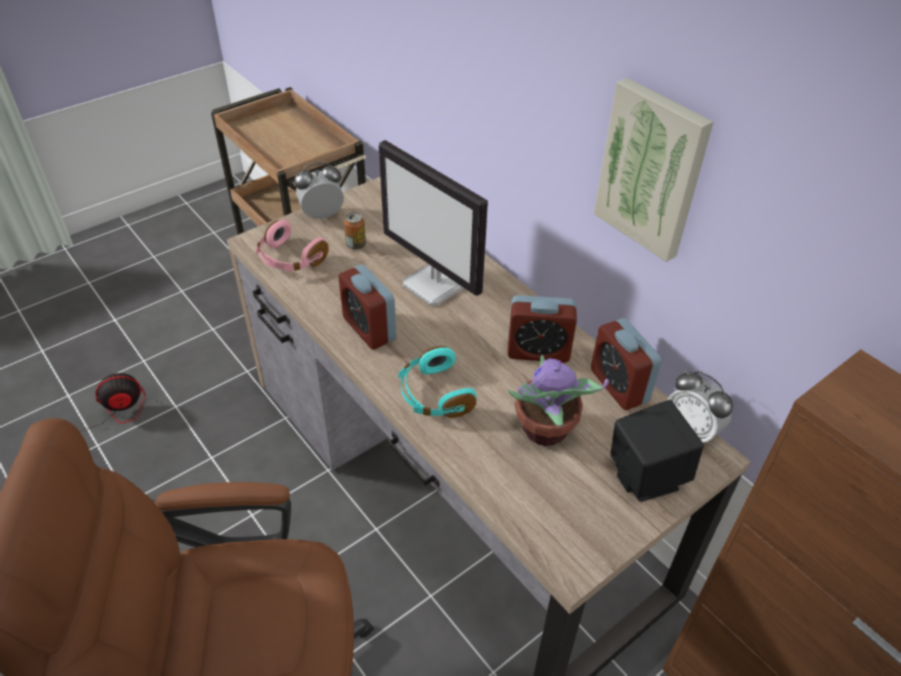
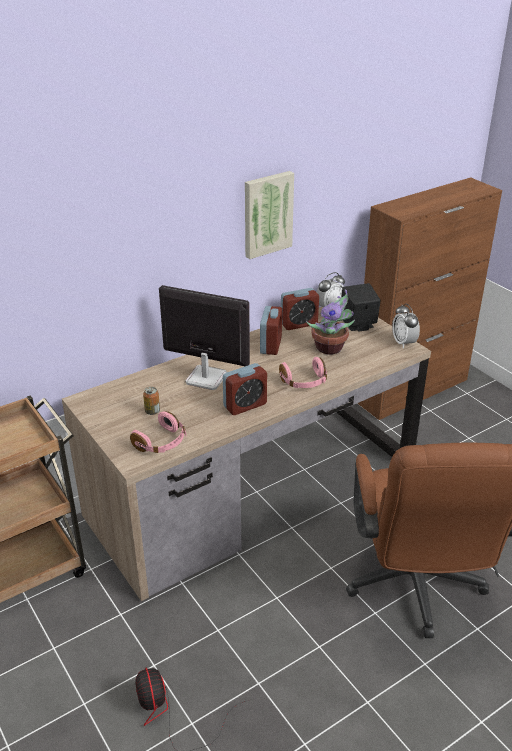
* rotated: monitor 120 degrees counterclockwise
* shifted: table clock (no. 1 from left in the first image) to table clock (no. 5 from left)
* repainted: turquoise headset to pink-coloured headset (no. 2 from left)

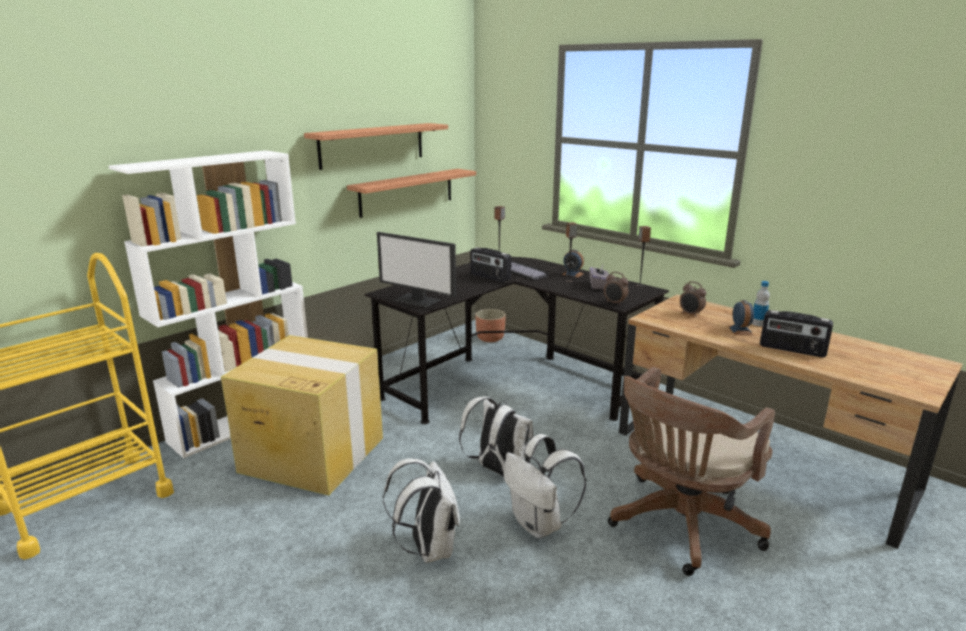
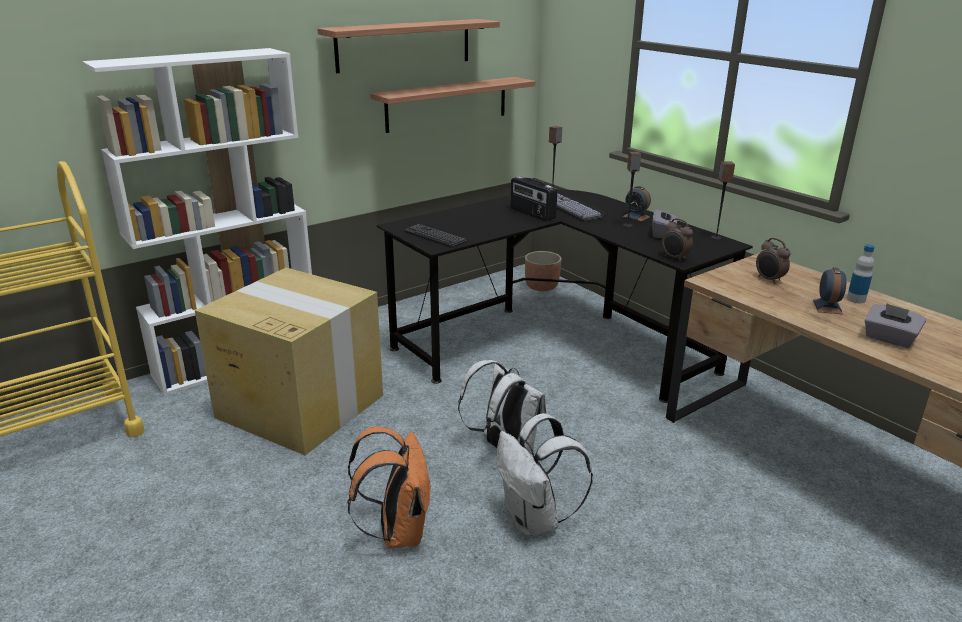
* swapped: monitor to computer keyboard (no. 1 from left)
* swapped: radio set (no. 2 from left) to greyish tissue box (no. 2 from left)
* gone: brown desk chair
* repainted: white-coloured rucksack (no. 1 from left) to orange-coloured rucksack

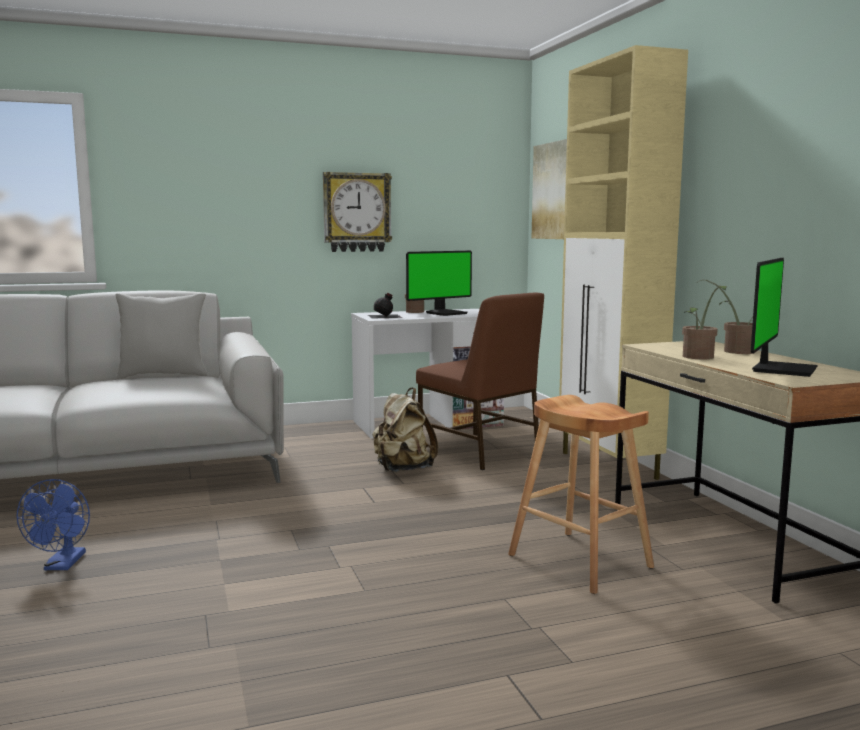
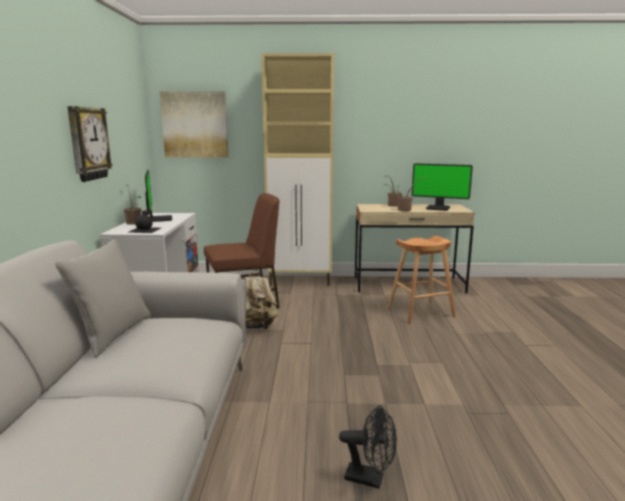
* rotated: monitor (no. 2 from left) 150 degrees clockwise
* repainted: blue electric fan to black-coloured electric fan

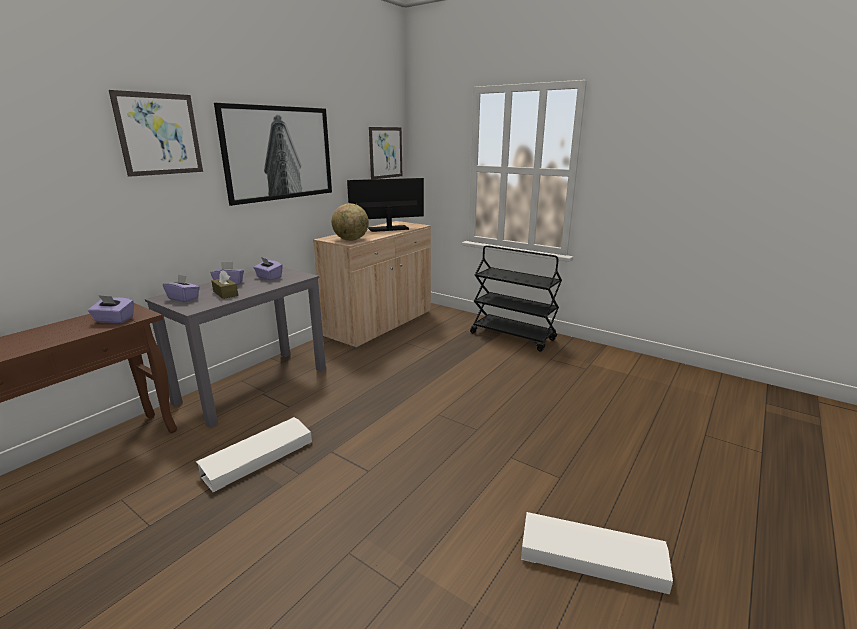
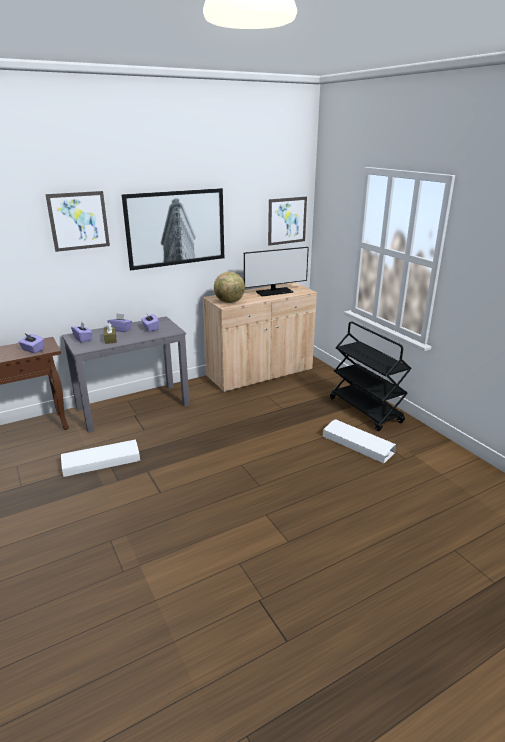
* rotated: monitor 150 degrees clockwise
* shifted: white-coloured storage bin (no. 2 from left)

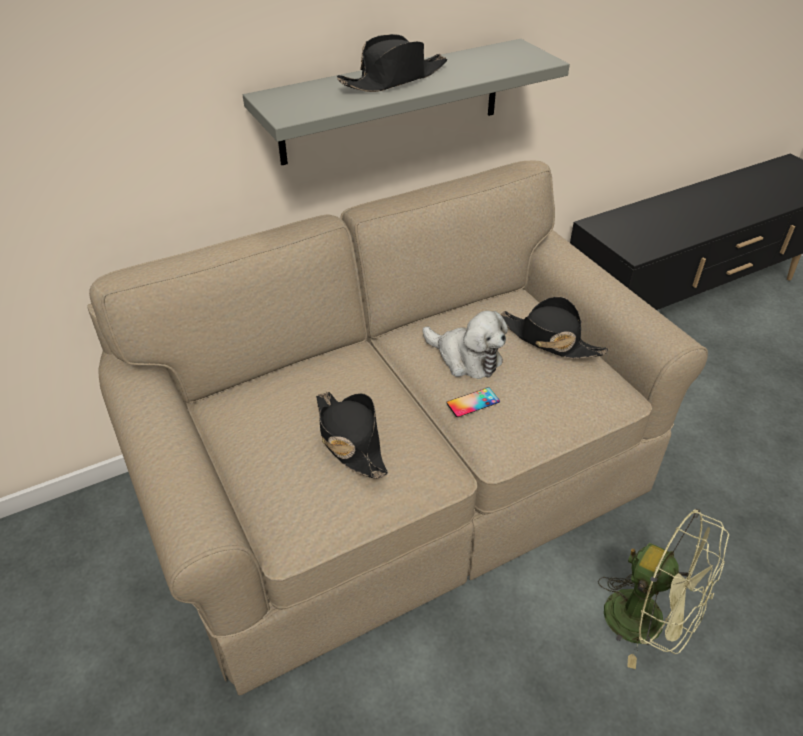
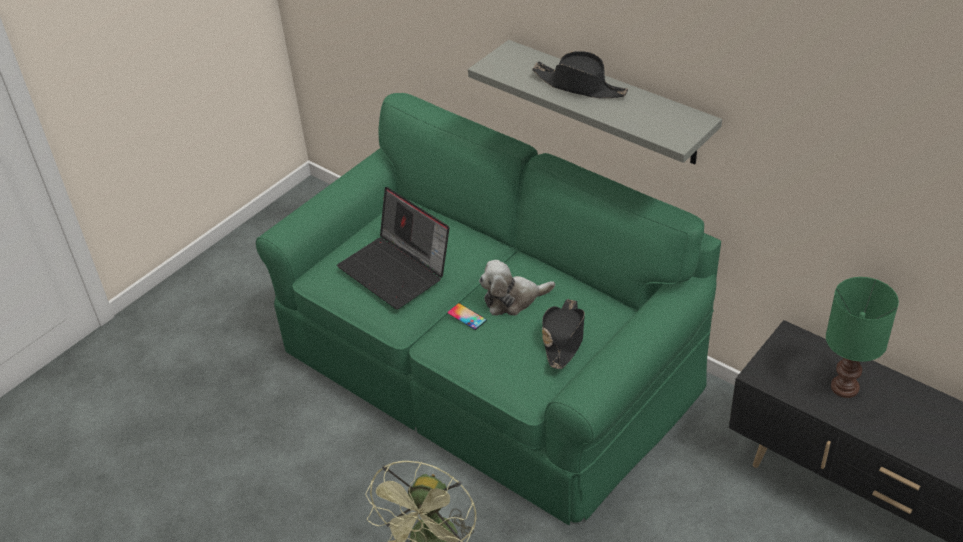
* repainted: beige settee to green-coloured settee
* rotated: plush toy 60 degrees clockwise
* swapped: black-coloured wearable hat (no. 1 from left) to portable computer
* new: green-coloured lamp for a table

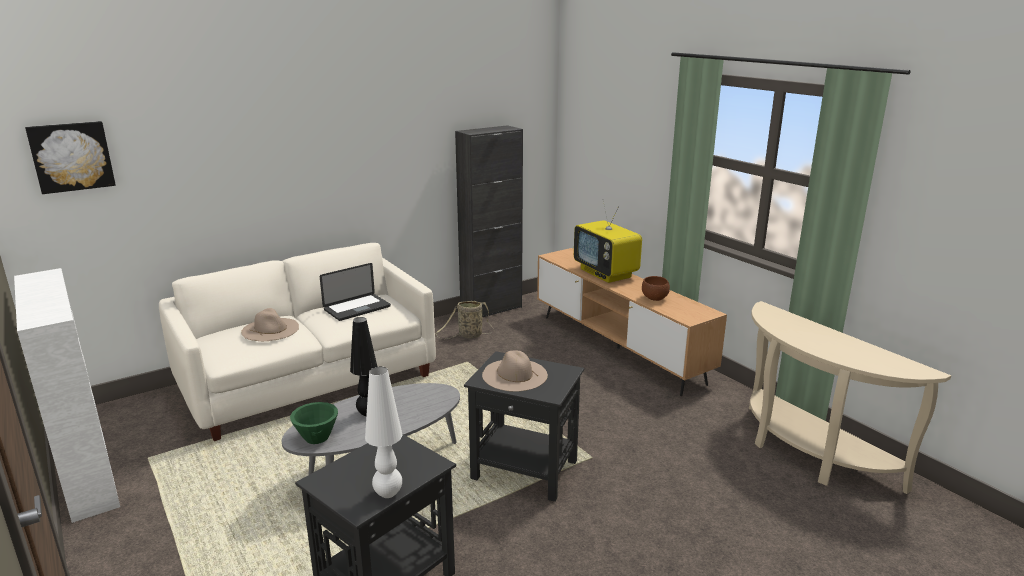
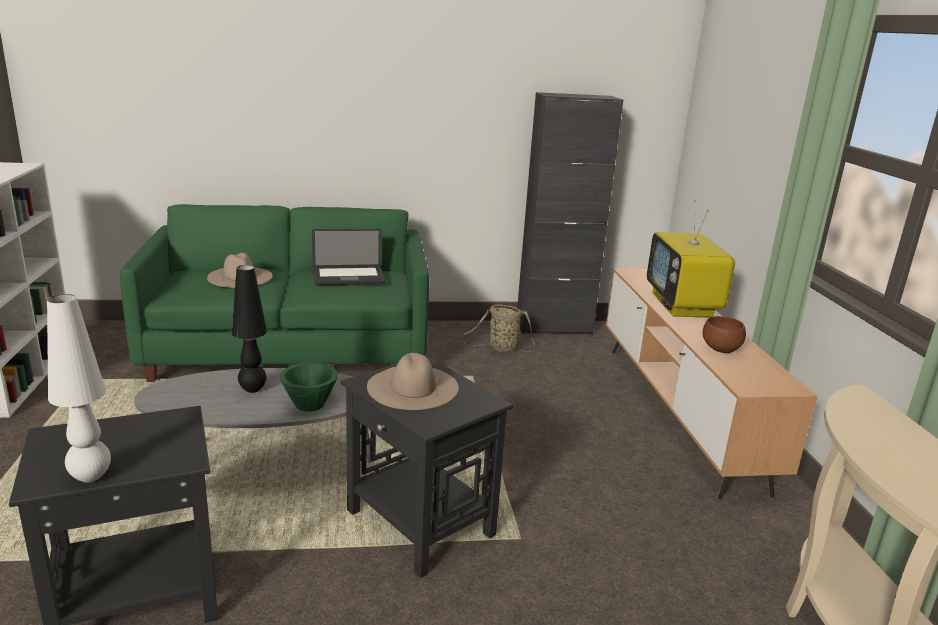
* gone: picture
* repainted: white-coloured settee to green-coloured settee
* shifted: green-coloured bowl

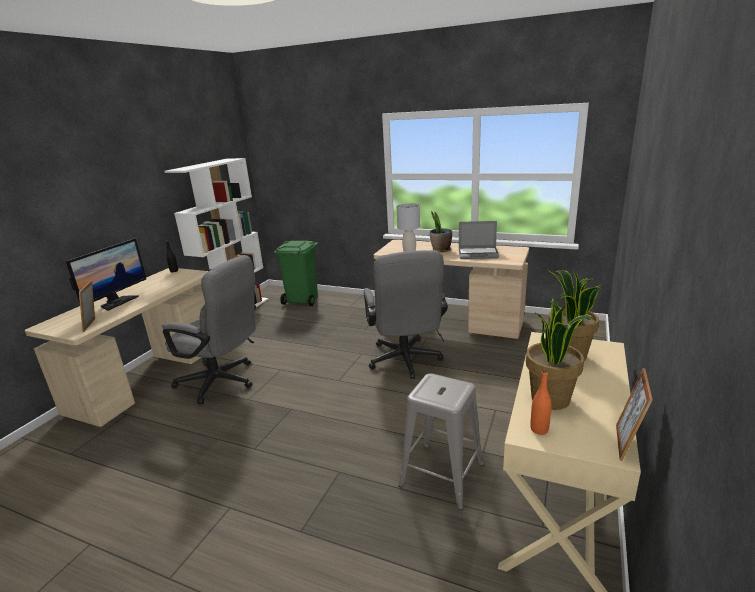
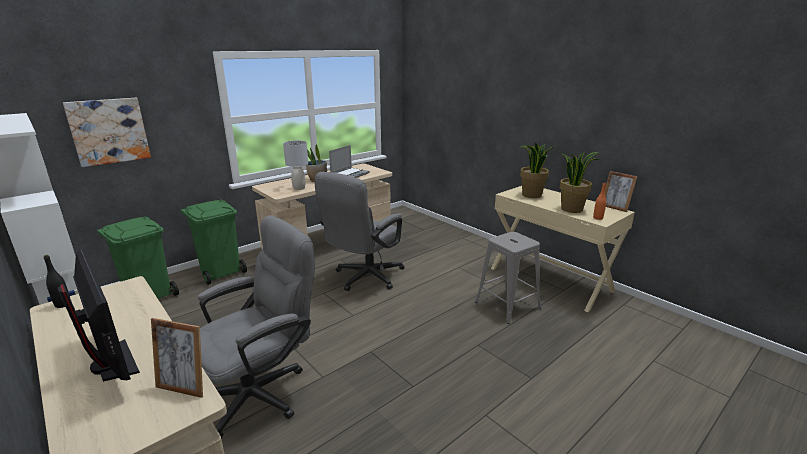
* rotated: greyish desk chair (no. 2 from left) 105 degrees clockwise
* new: picture
* new: green-coloured trash can (no. 2 from left)

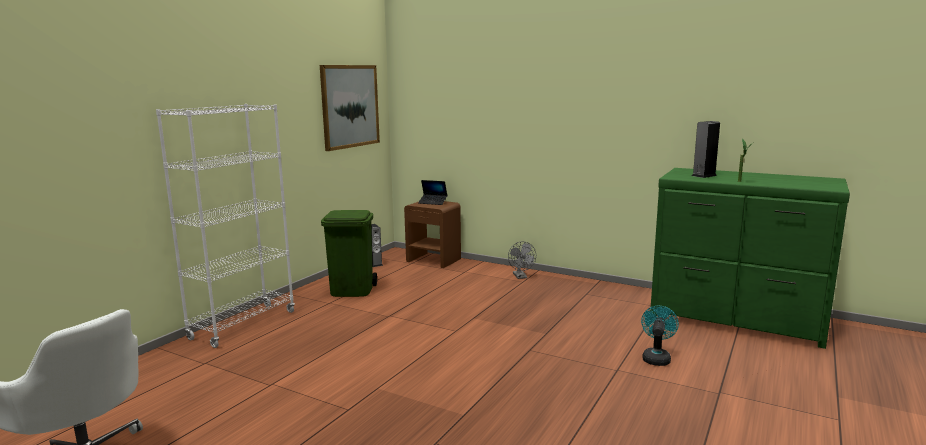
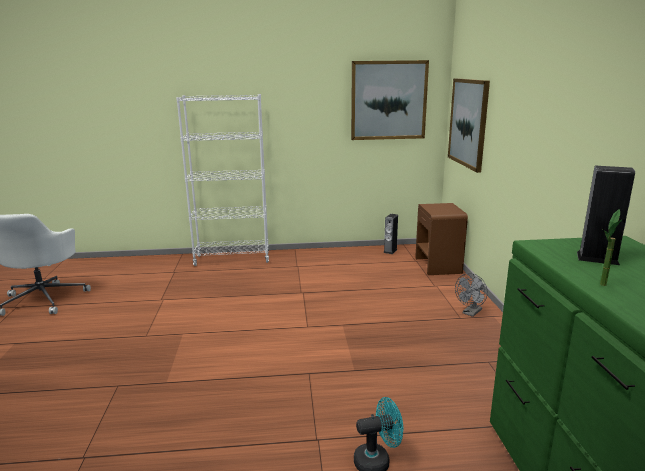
* gone: portable computer
* gone: green-coloured trash can
* new: picture (no. 2 from left)

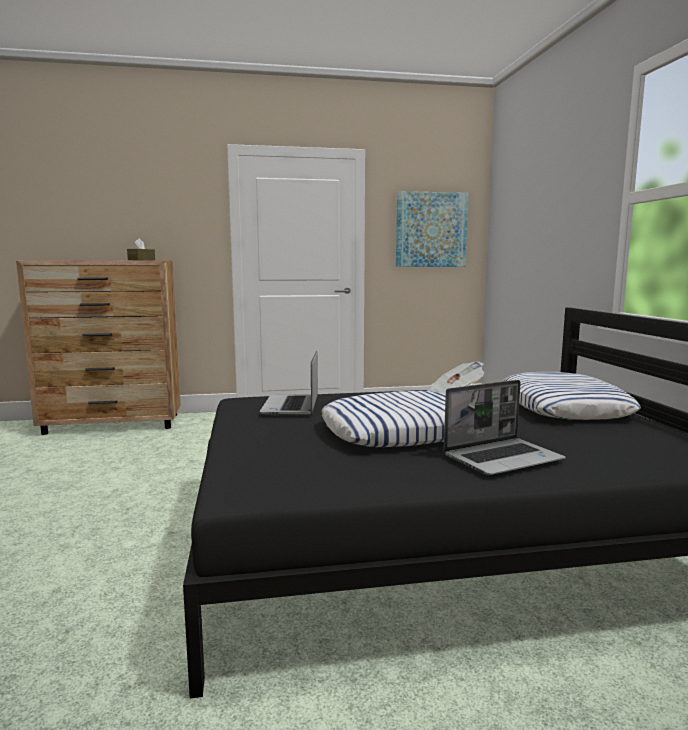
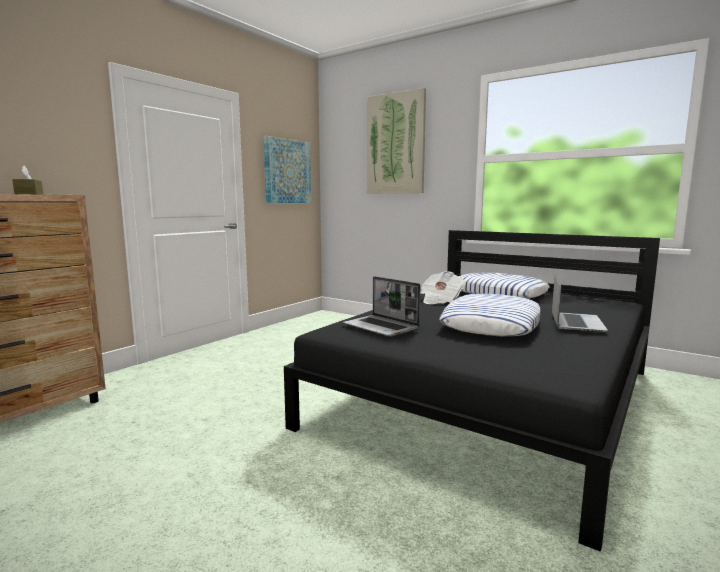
* new: picture (no. 2 from left)

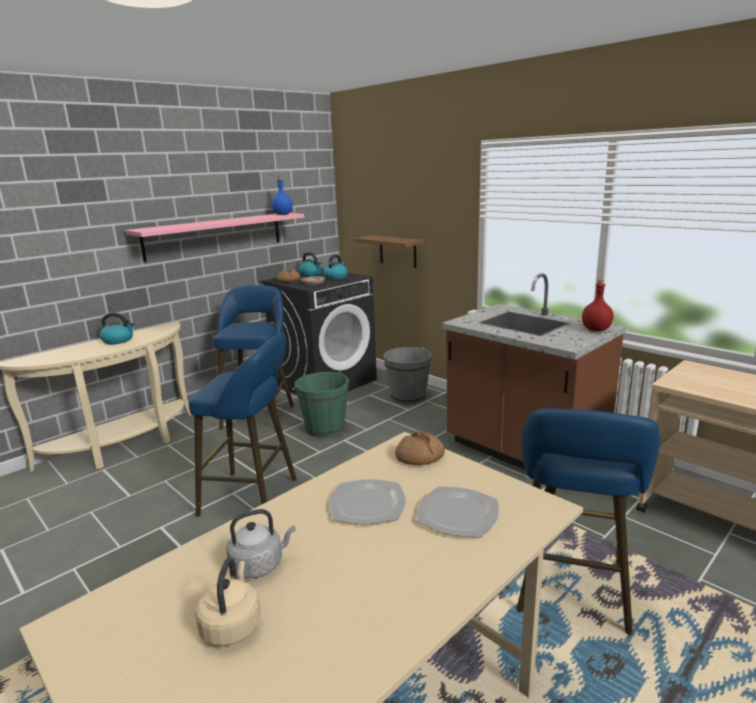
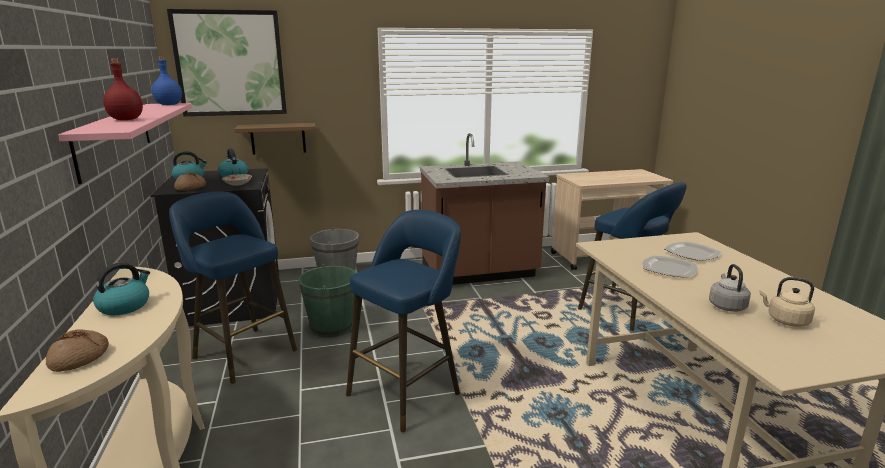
* shifted: red-coloured drink bottle
* shifted: bakery bread (no. 2 from left in the first image) to bakery bread (no. 1 from left)
* new: picture

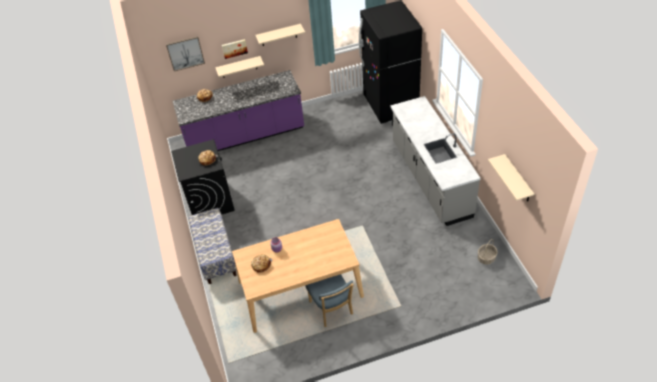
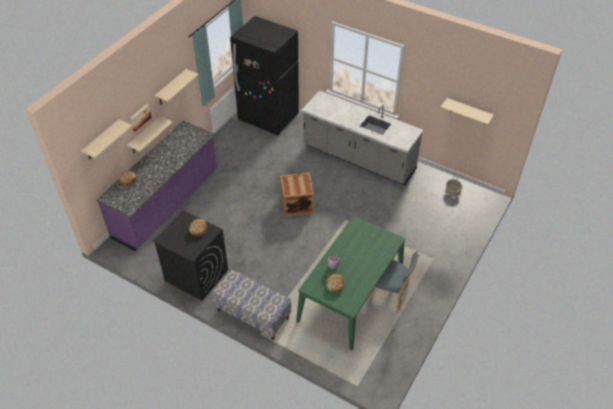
* swapped: picture (no. 1 from left) to beige wall shelf (no. 1 from left)
* repainted: beige dinner table to green-coloured dinner table
* new: shipping crate

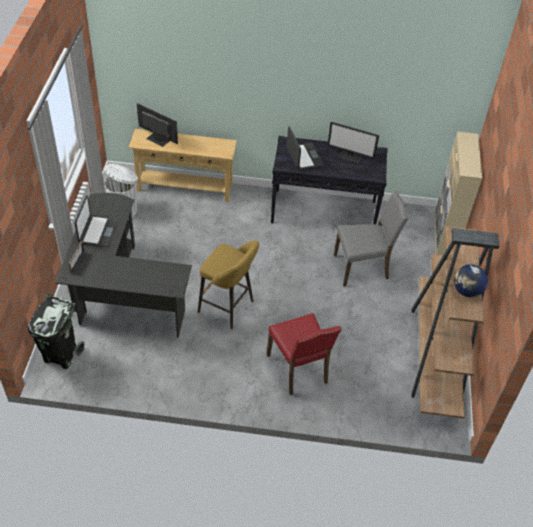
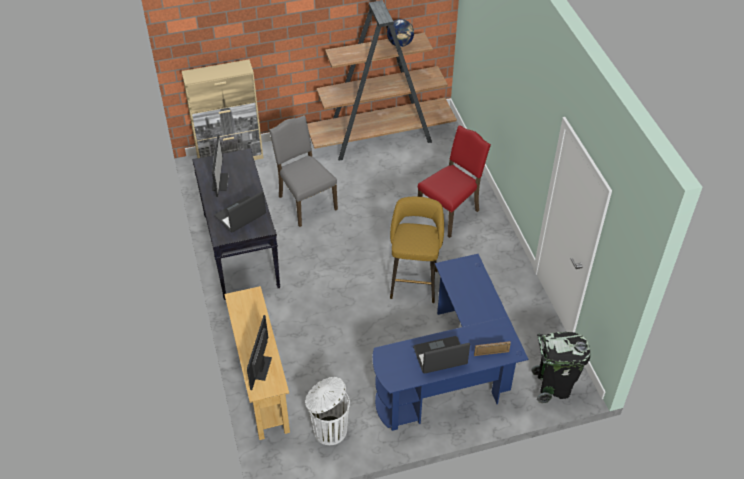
* repainted: black-coloured desk to blue desk

